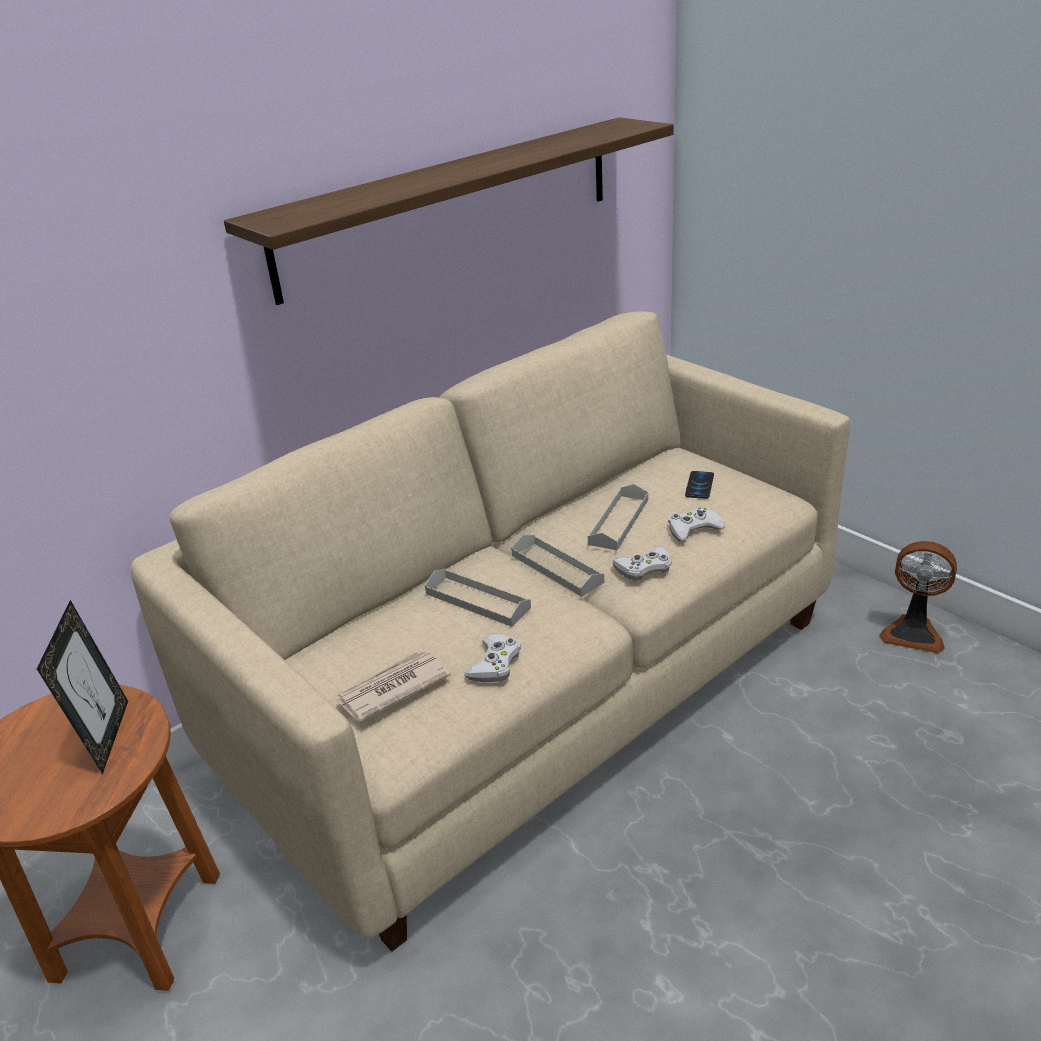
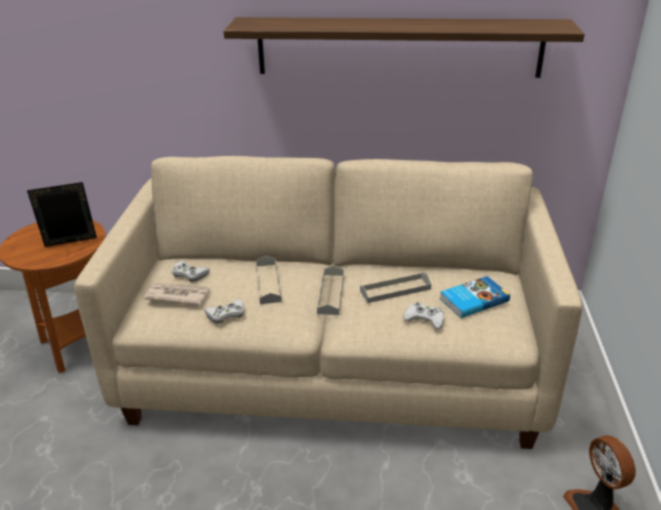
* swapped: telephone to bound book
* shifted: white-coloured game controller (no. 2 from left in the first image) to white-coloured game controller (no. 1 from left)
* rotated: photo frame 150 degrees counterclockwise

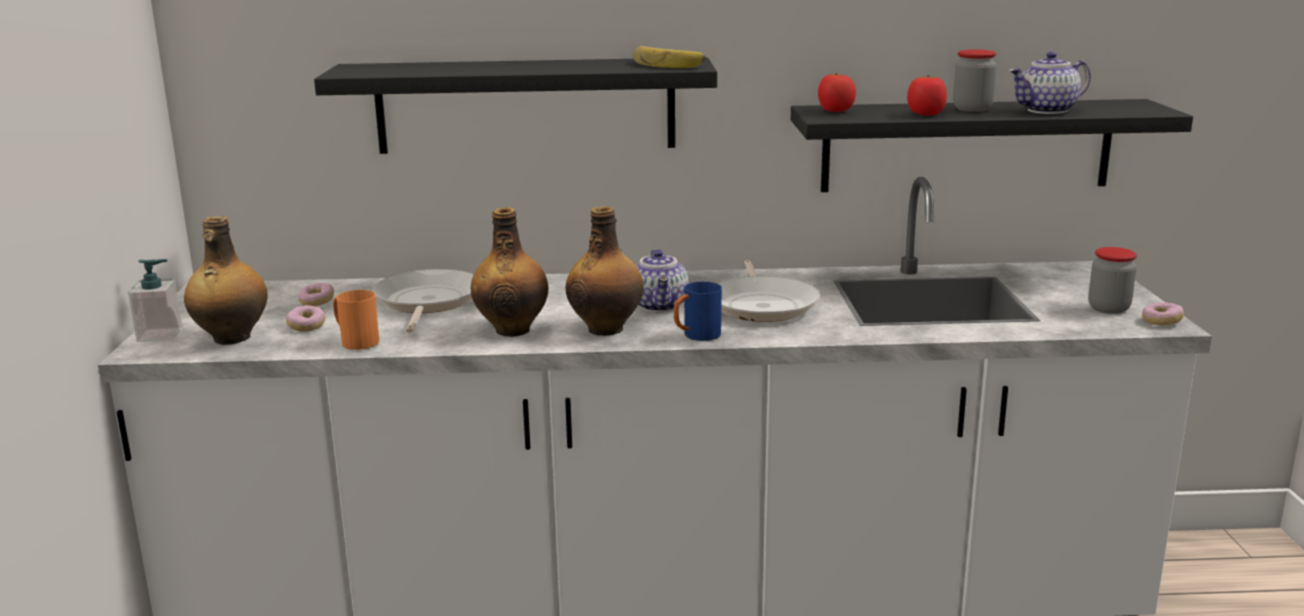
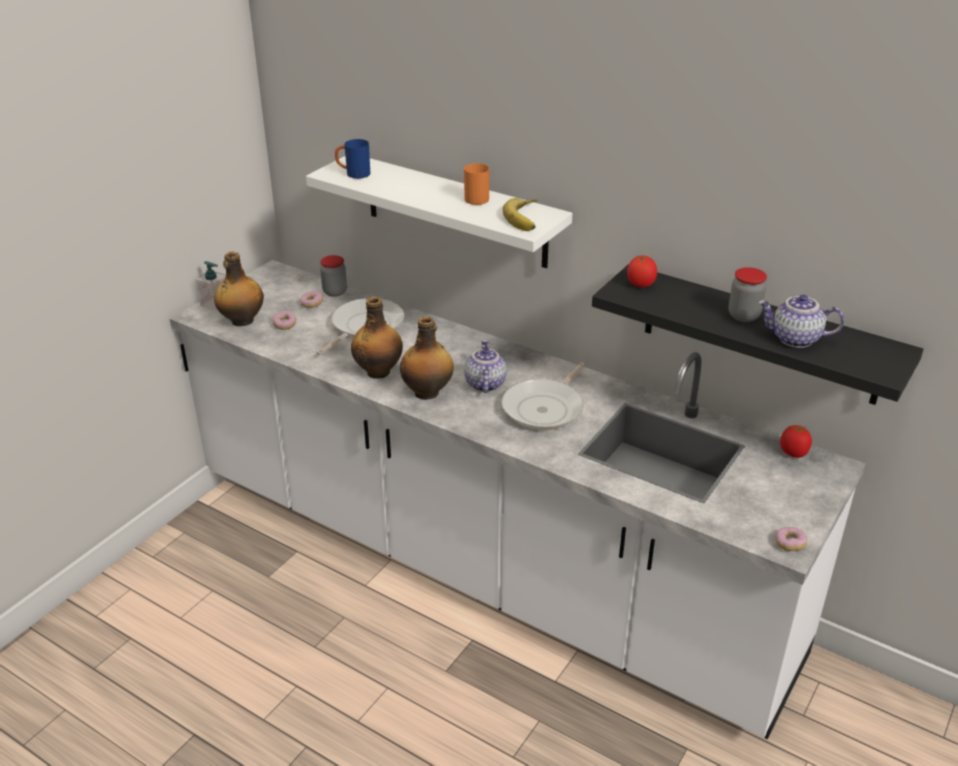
* repainted: black-coloured wall shelf (no. 1 from left) to white-coloured wall shelf
* shifted: fresh tomato (no. 2 from left)
* shifted: preserve jar (no. 2 from left in the first image) to preserve jar (no. 1 from left)
* rotated: teapot (no. 1 from left) 150 degrees clockwise
* shifted: blue tea mug
* shifted: orange-coloured tea mug

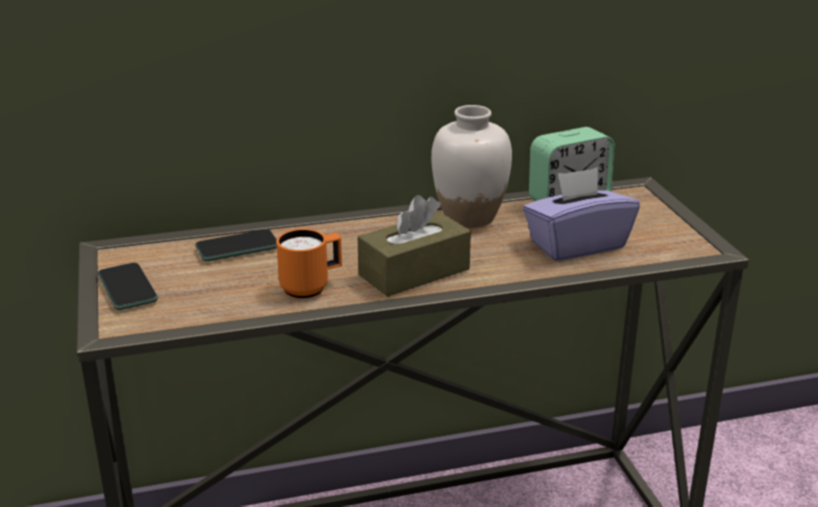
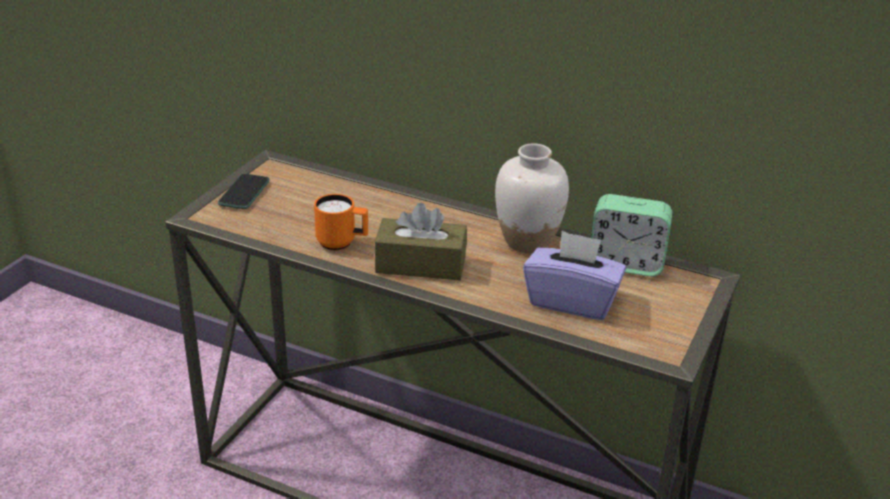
* gone: telephone (no. 2 from left)

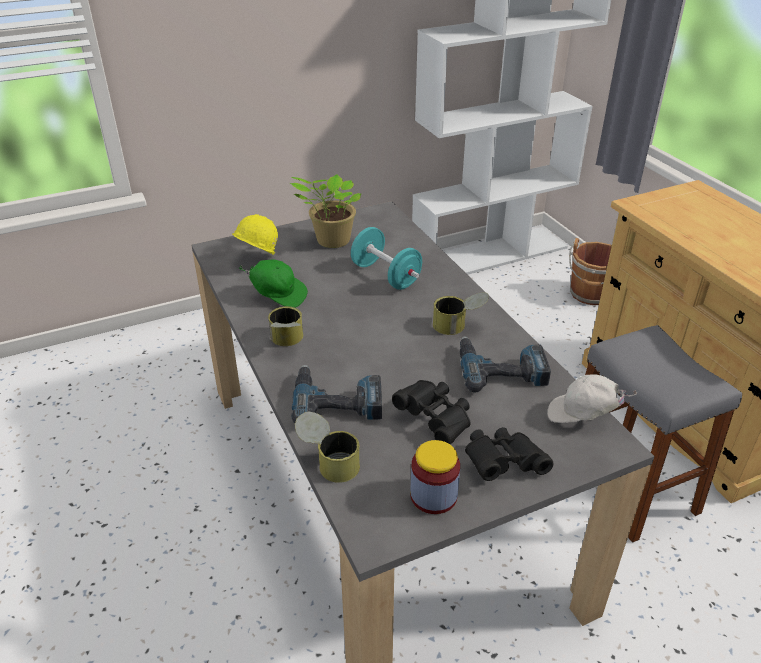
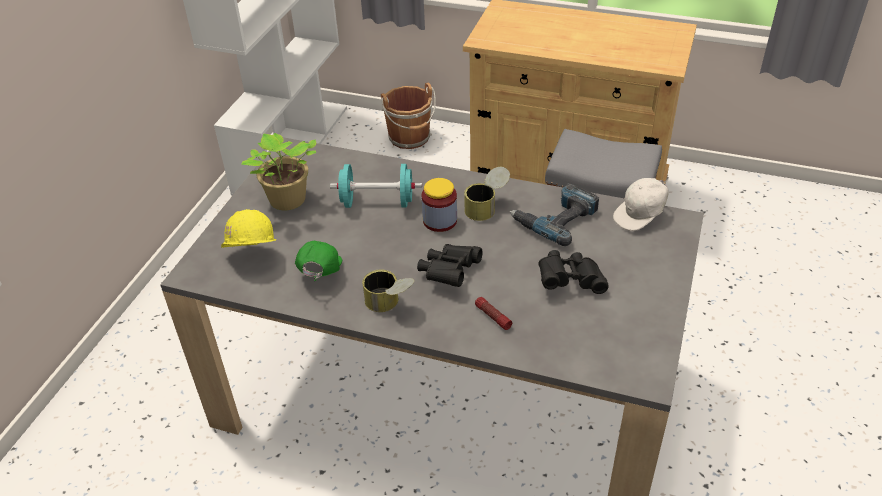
* rotated: green-coloured peaked cap 60 degrees counterclockwise
* swapped: drill (no. 1 from left) to flashlight
* gone: metal can (no. 2 from left)
* shifted: black-coloured binoculars (no. 2 from left in the first image) to black-coloured binoculars (no. 1 from left)
* shifted: preserve jar

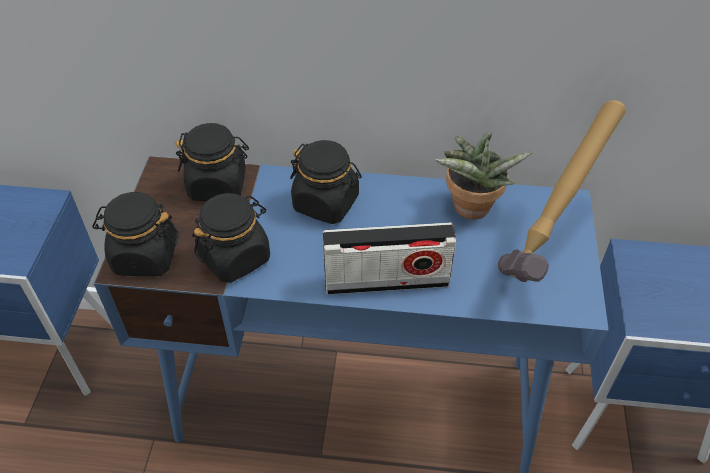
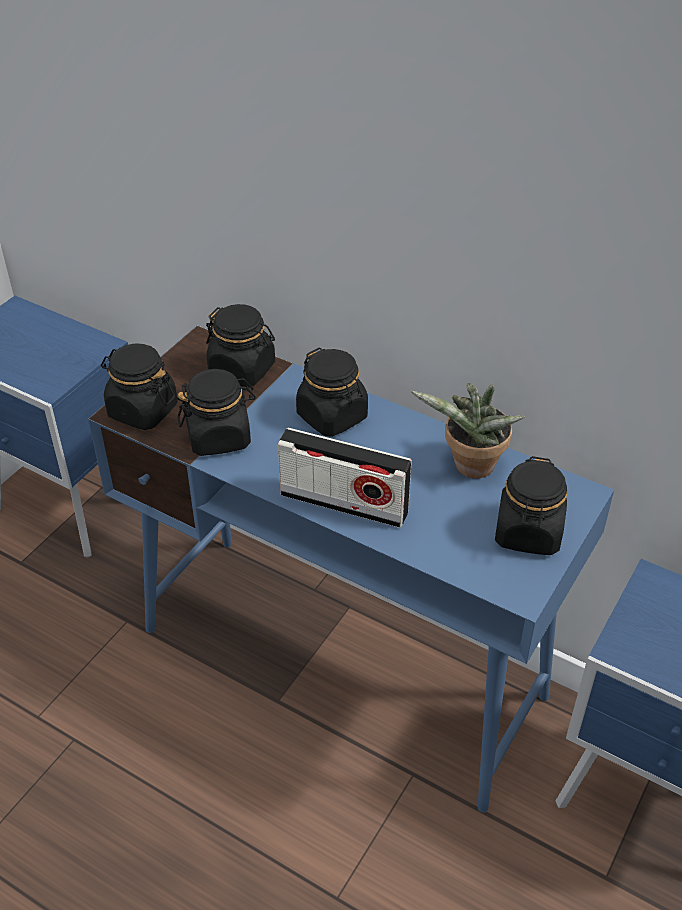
* swapped: hammer to black-coloured preserve jar (no. 5 from left)

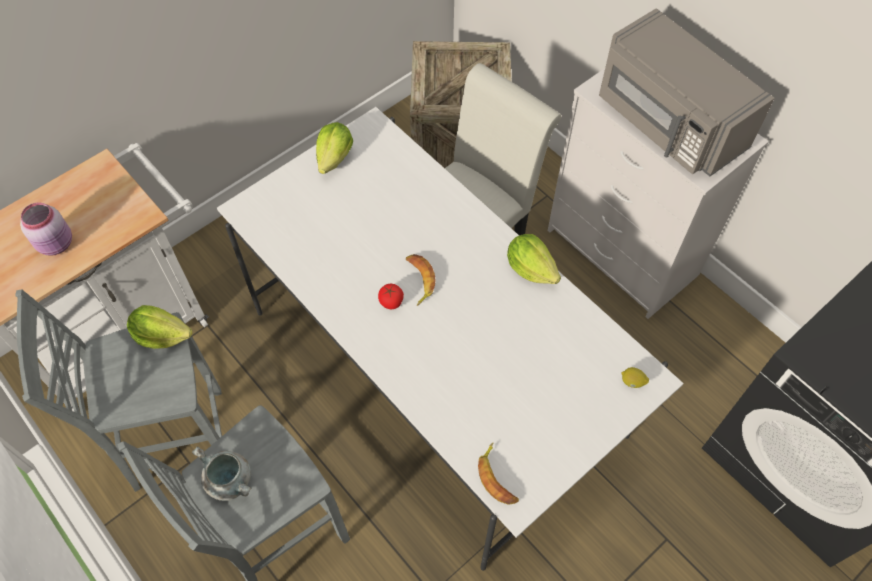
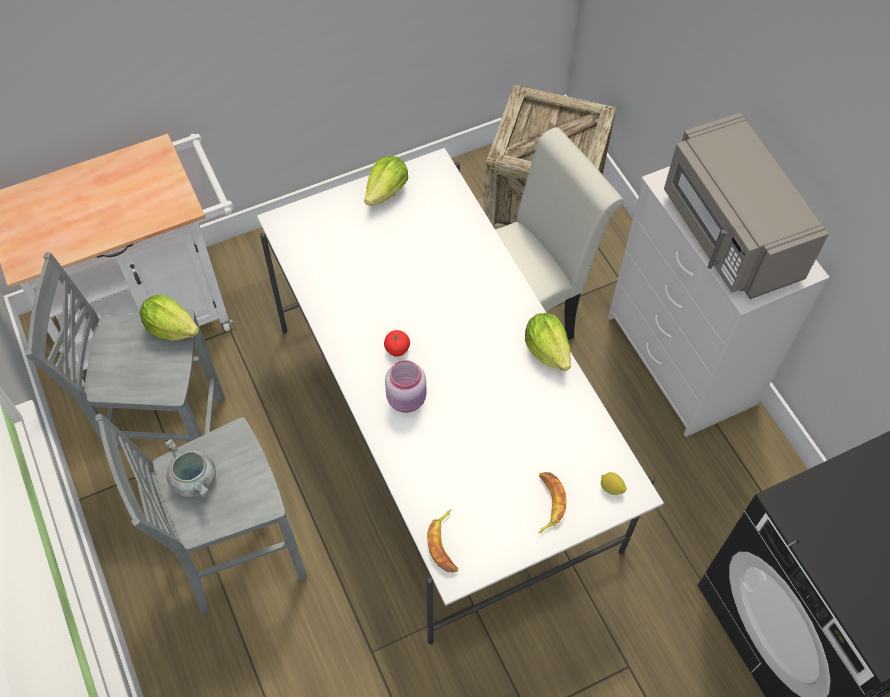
* shifted: pink-coloured preserve jar
* shifted: banana fruit (no. 1 from left in the first image) to banana fruit (no. 2 from left)

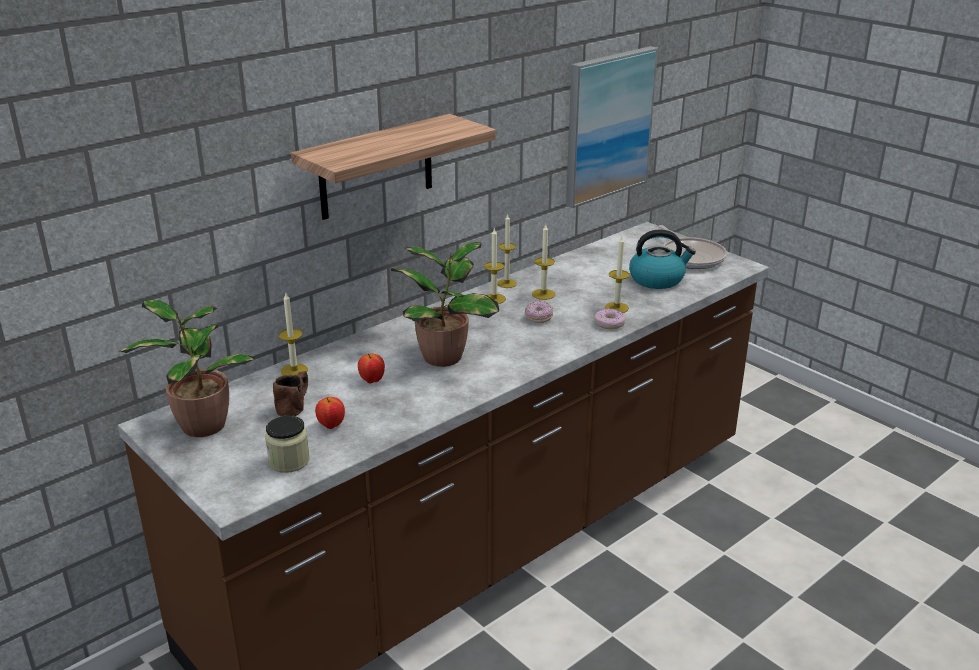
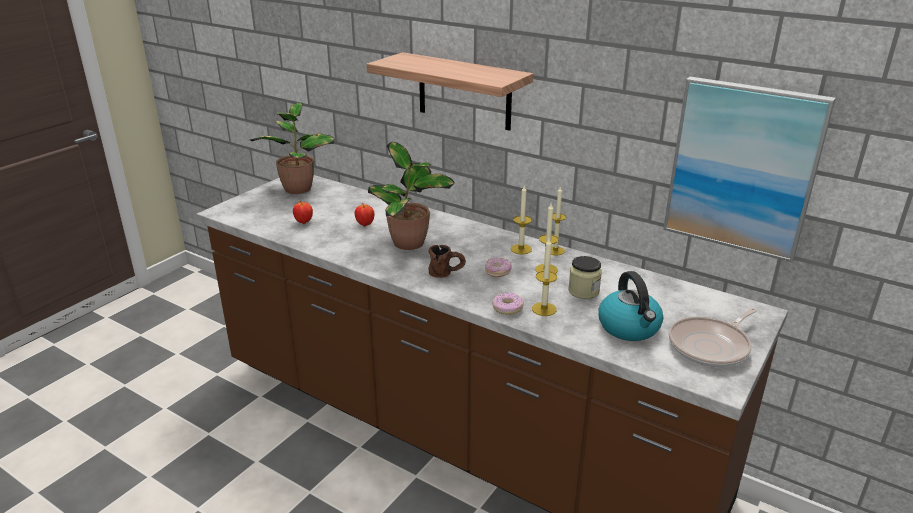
* gone: wax candle (no. 1 from left)
* shifted: brown tea mug
* shifted: preserve jar

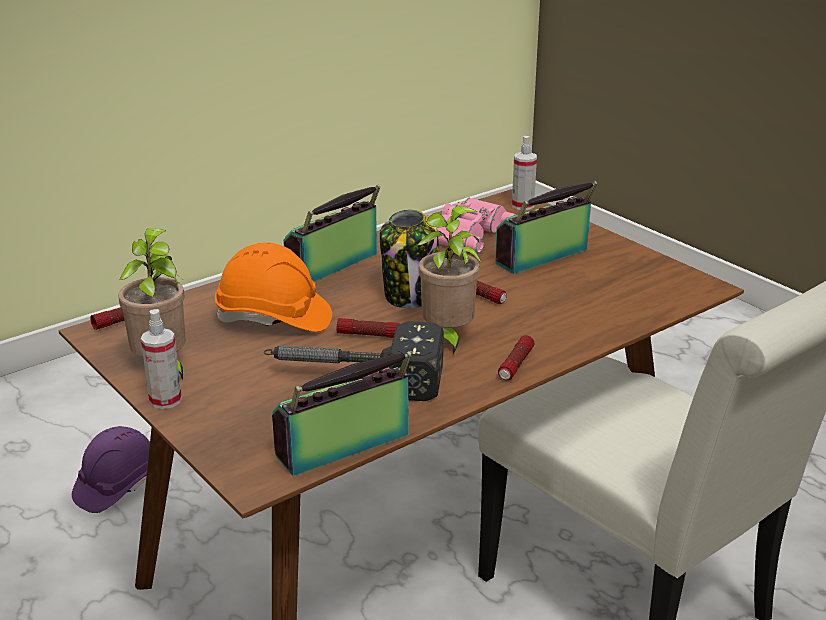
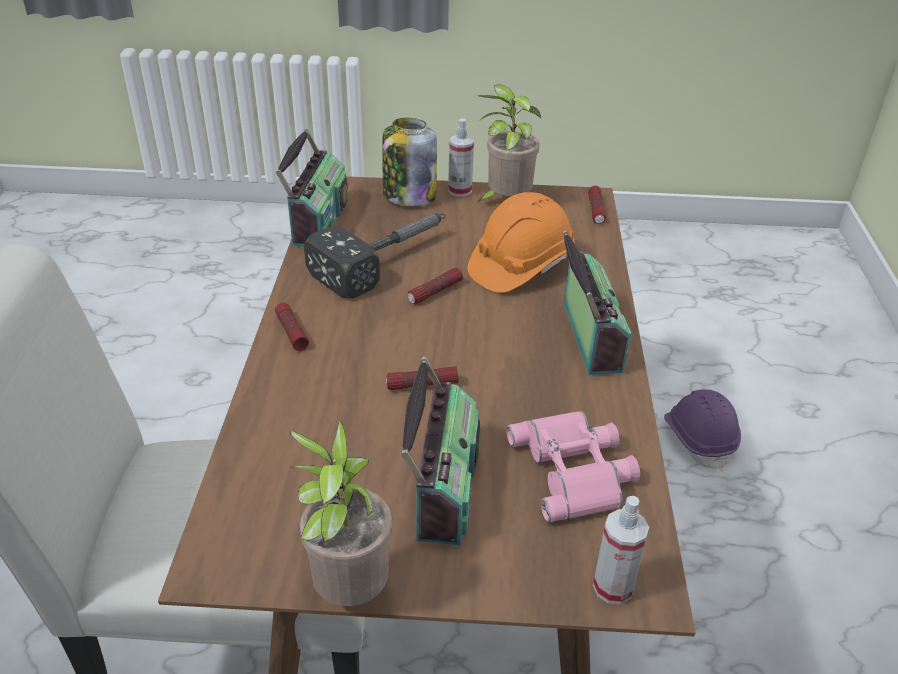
* shifted: plant in a pot (no. 2 from left in the first image) to plant in a pot (no. 1 from left)
* shifted: preserve jar

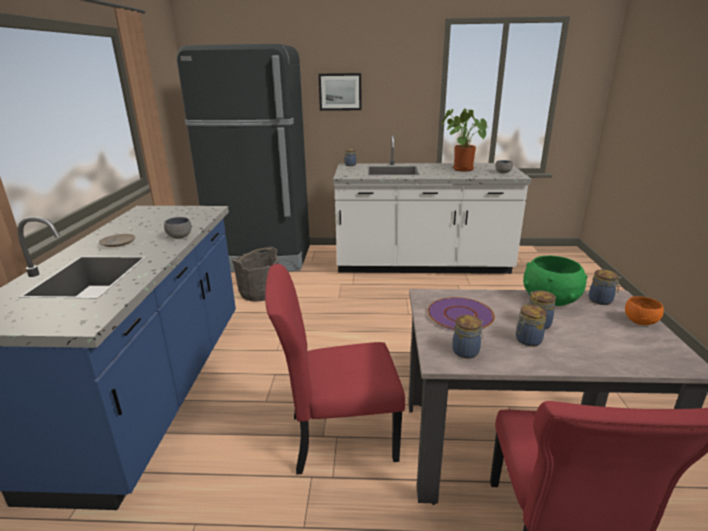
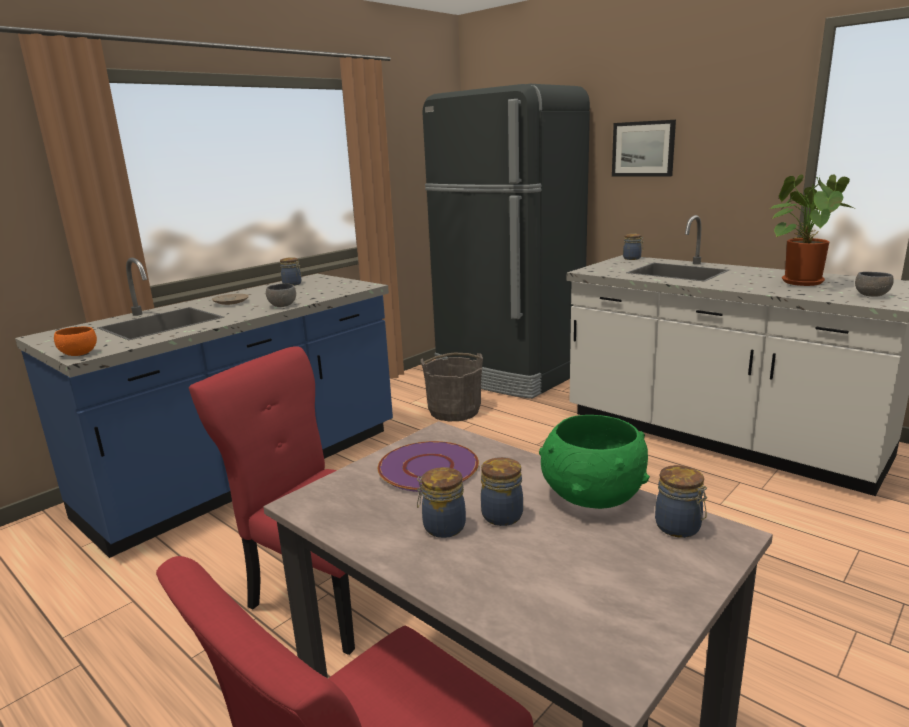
* shifted: orange-coloured bowl
* shifted: preserve jar (no. 2 from left in the first image) to preserve jar (no. 1 from left)

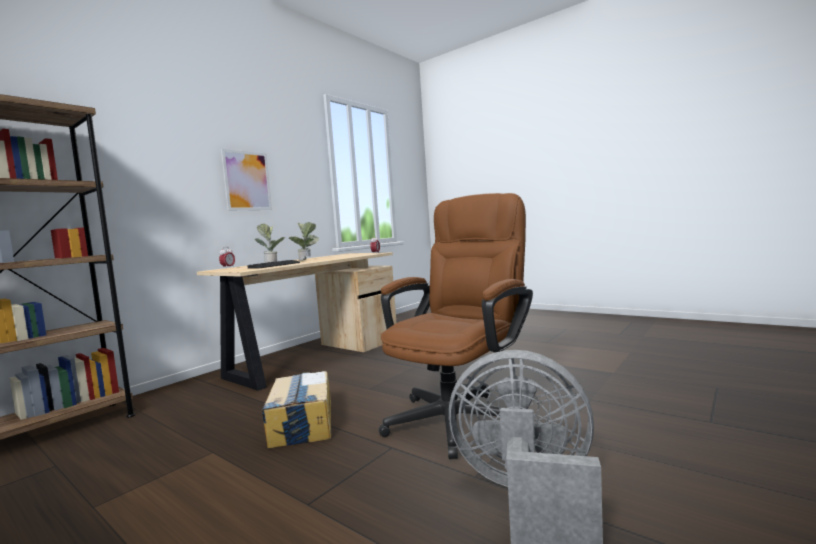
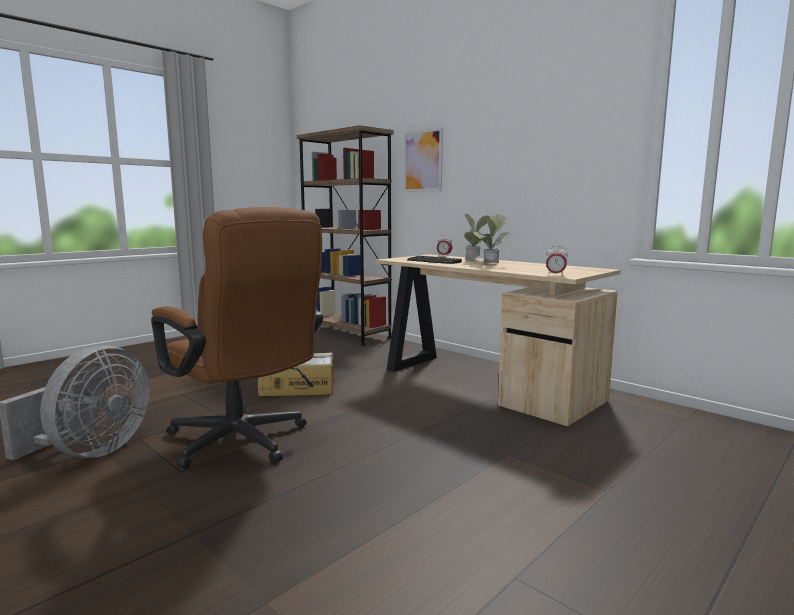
* shifted: picture

